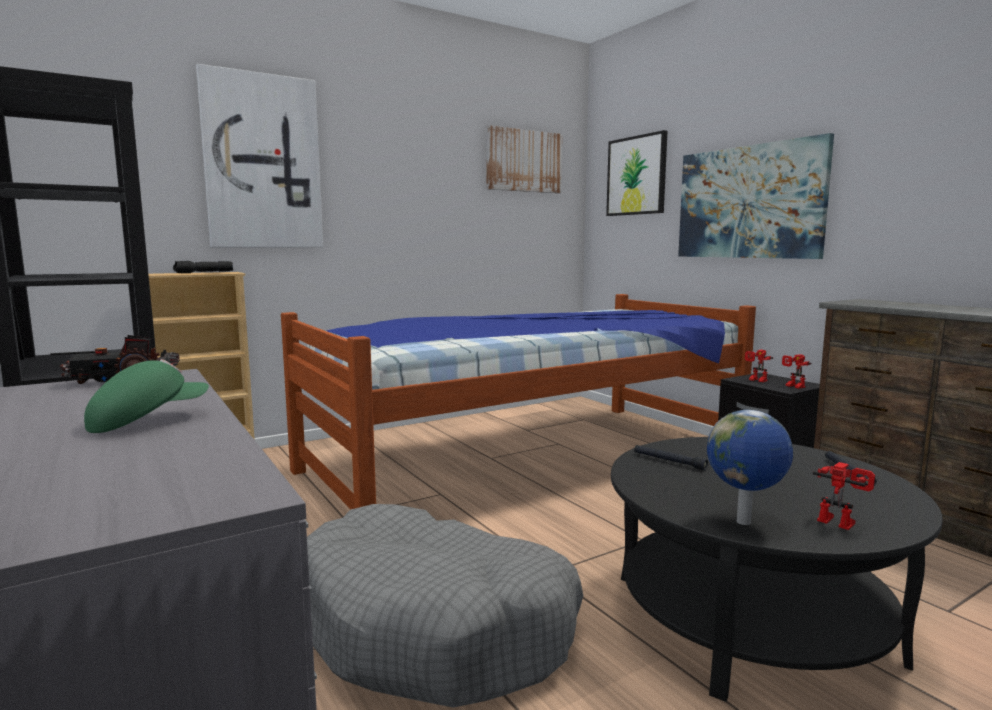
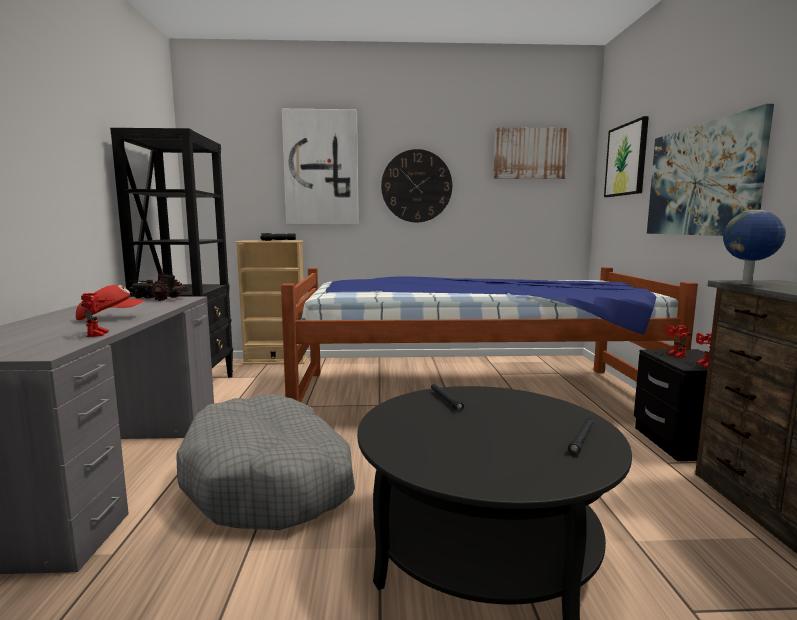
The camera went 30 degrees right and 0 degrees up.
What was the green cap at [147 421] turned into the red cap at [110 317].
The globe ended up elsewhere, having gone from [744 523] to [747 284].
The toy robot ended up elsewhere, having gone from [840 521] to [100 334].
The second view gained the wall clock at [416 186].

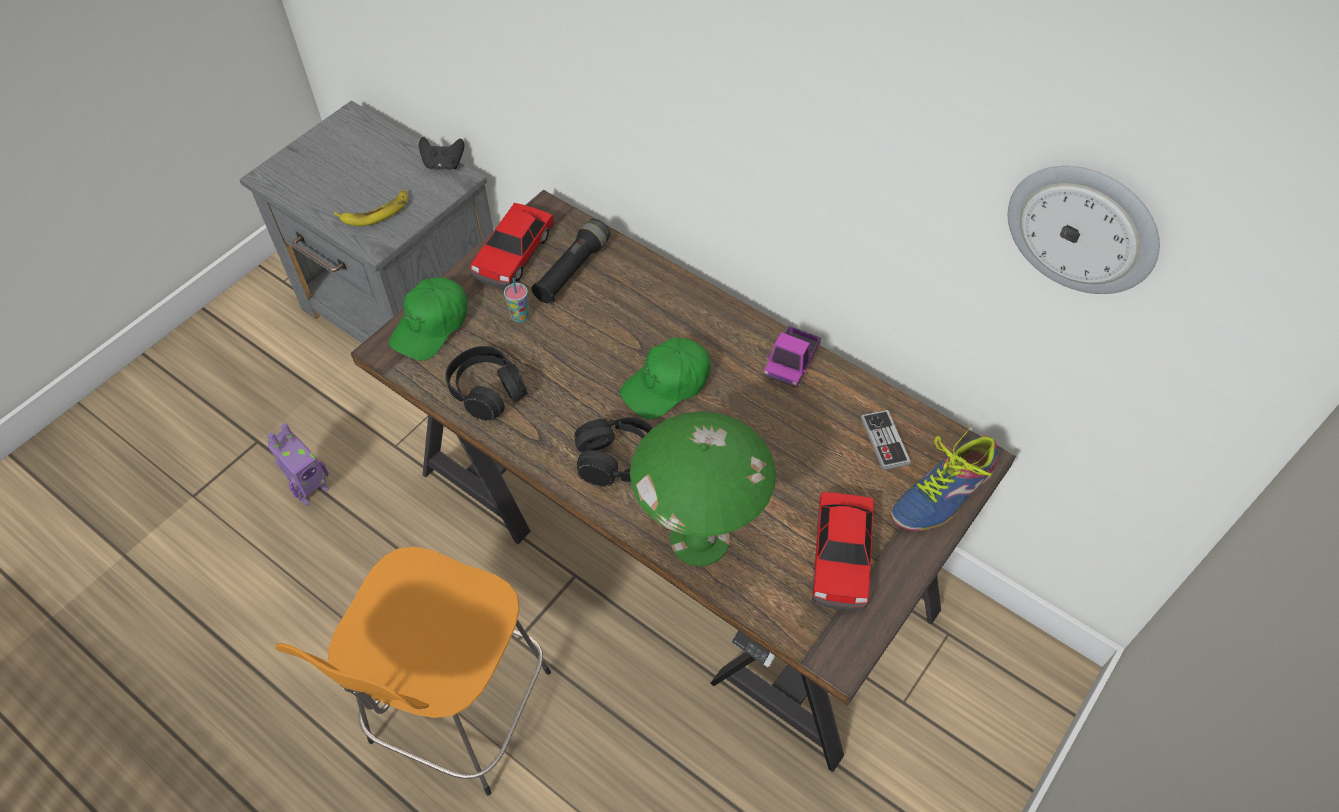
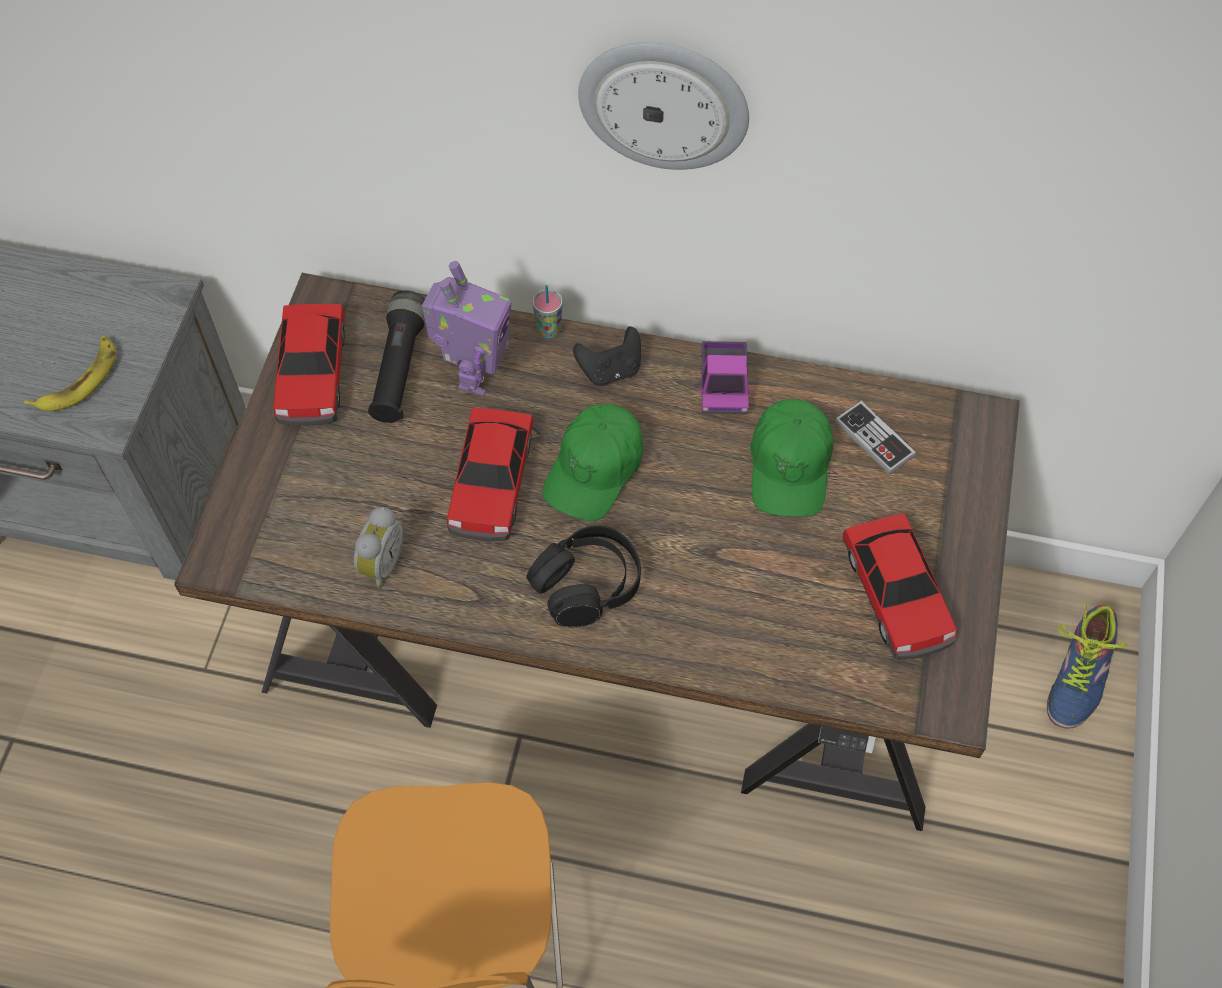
The camera went 25 degrees left and 5 degrees up.
The toy robot ended up elsewhere, having gone from [311 491] to [475 375].
The green cap ended up elsewhere, having gone from [431 326] to [790 466].
The black game controller ended up elsewhere, having gone from [443 164] to [610 370].
Where the black headphones stood at [487 391], the alarm clock came to stand at [380 563].
The cup ended up elsewhere, having gone from [520 316] to [549 330].
The second view lost the green table lamp at [700 538].
The shoe ended up elsewhere, having gone from [943 493] to [1079 674].
The wall clock ended up elsewhere, having gone from [1083 228] to [664 103].
The second view gained the toy car at [491 483].

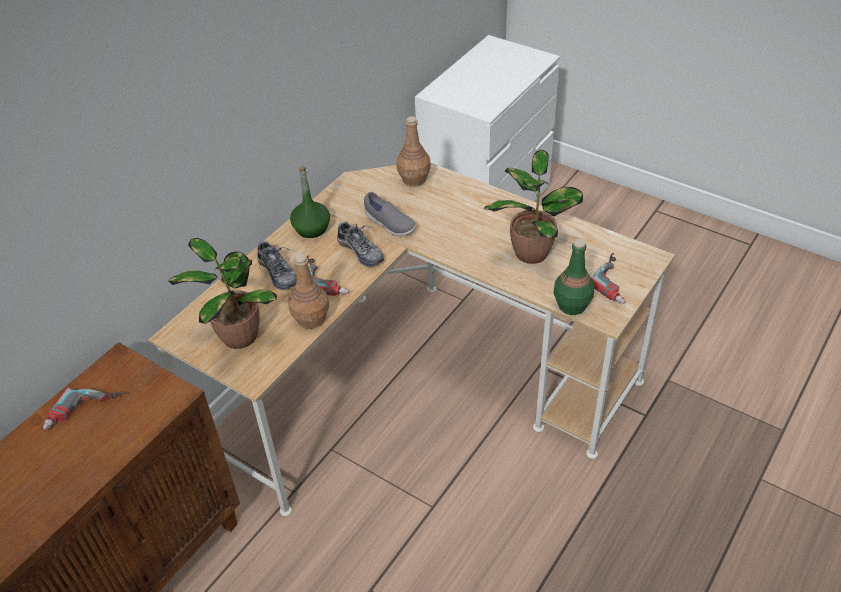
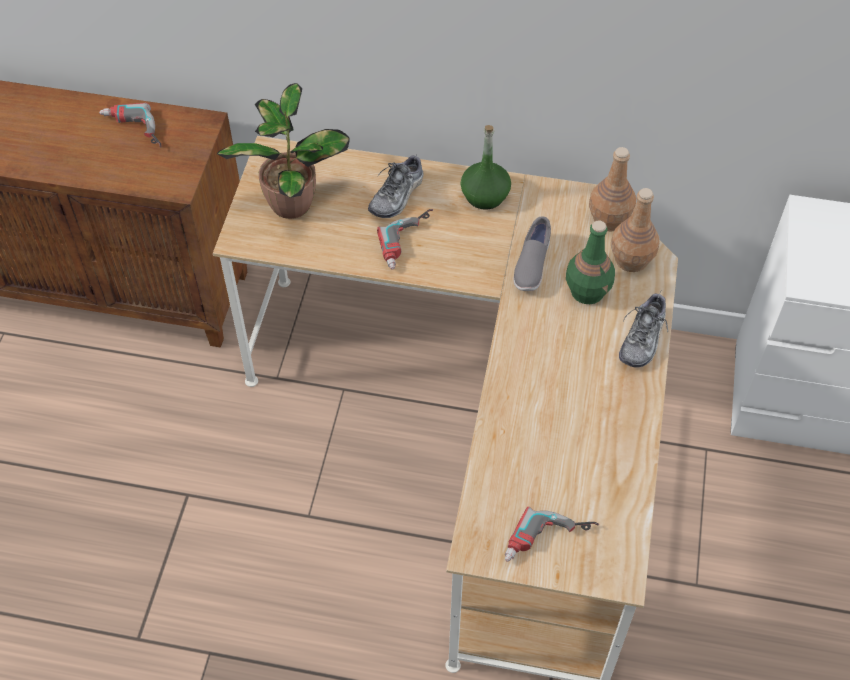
The camera went 65 degrees right and 10 degrees up.
The brown bottle ended up elsewhere, having gone from [311 319] to [609 220].
The shoe ended up elsewhere, having gone from [360 252] to [643 339].
The second view lost the potted plant at [531 251].
The green bottle ended up elsewhere, having gone from [571 305] to [587 291].

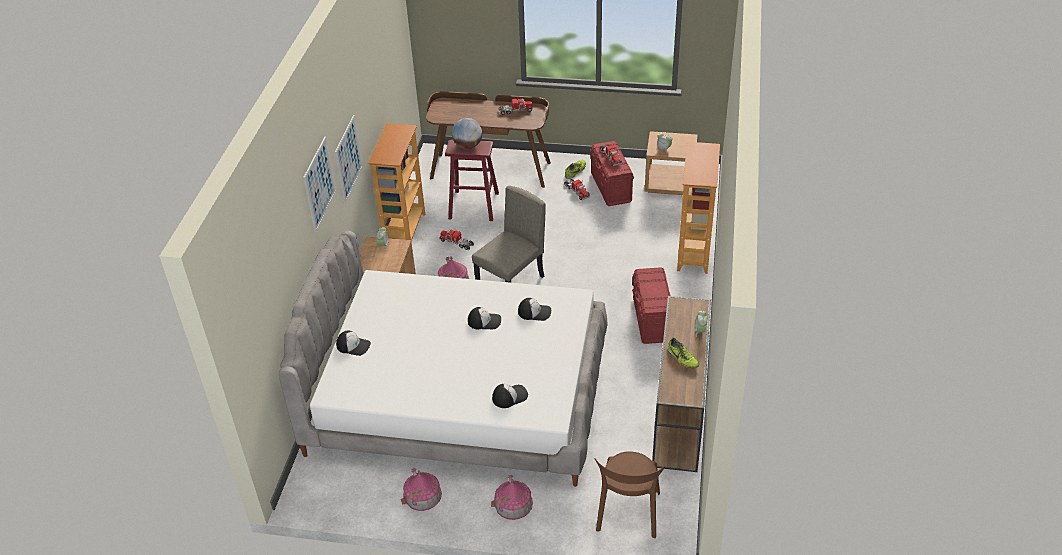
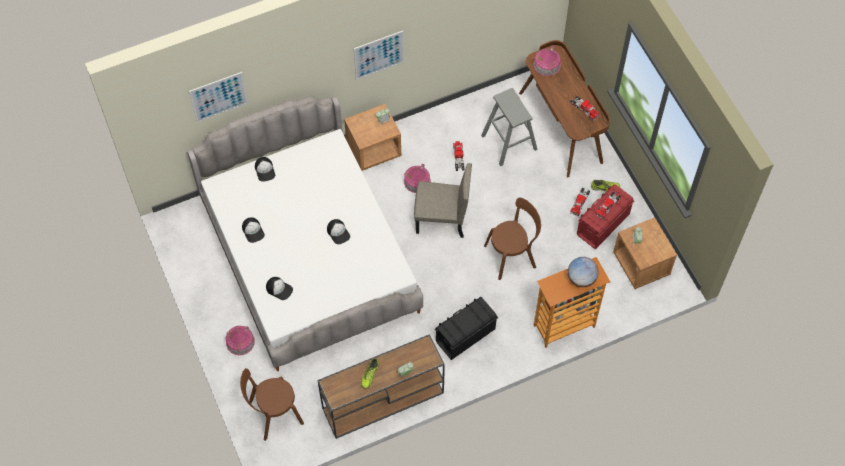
The camera went 55 degrees right and 20 degrees up.
The picture ended up elsewhere, having gone from [319 184] to [218 96].
The second view lost the bookcase at [404 231].
The toy house ended up elsewhere, having gone from [422 495] to [547 64].
What was the red stool at [473 205] turned into the grey stool at [509 142].
The globe ended up elsewhere, having gone from [468 146] to [581 278].
The cap ended up elsewhere, having gone from [534 312] to [253 231].
What was the red storage box at [651 320] turned into the black storage box at [465 335].
The second view gained the brown chair at [512 255].

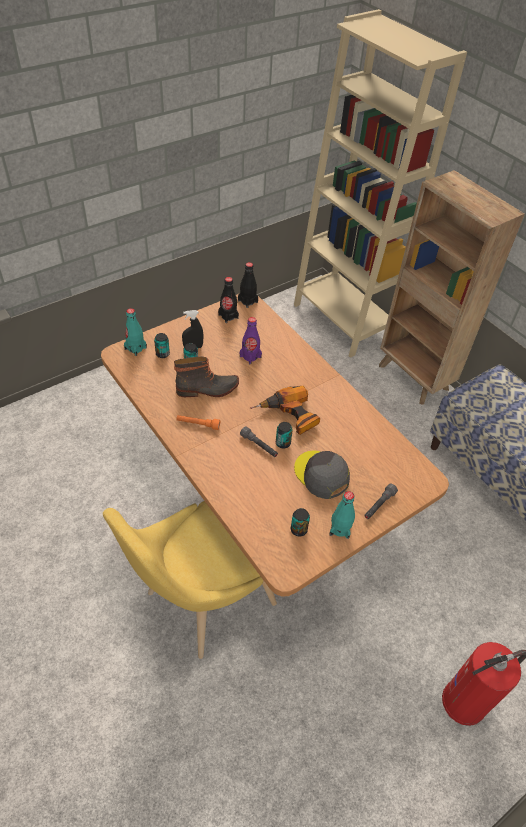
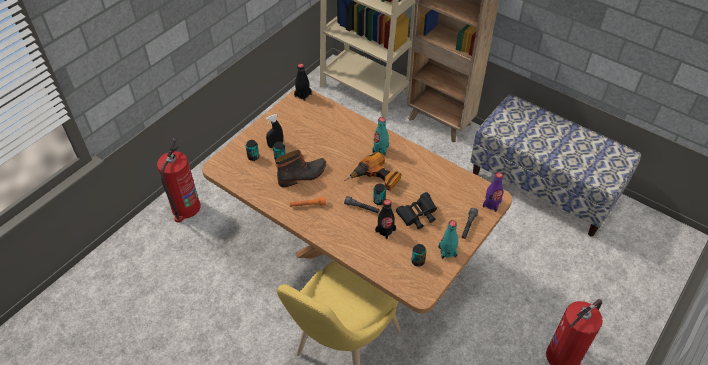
The camera went 15 degrees left and 0 degrees up.
The turquoise bottle ended up elsewhere, having gone from [135 348] to [380 149].
The black bottle ended up elsewhere, having gone from [228 316] to [385 230].
The purple bottle ended up elsewhere, having gone from [250 356] to [491 204].
Where the grey cap stood at [321 475], the black binoculars came to stand at [417 216].
The second view gained the fire extinguisher at [185 208].

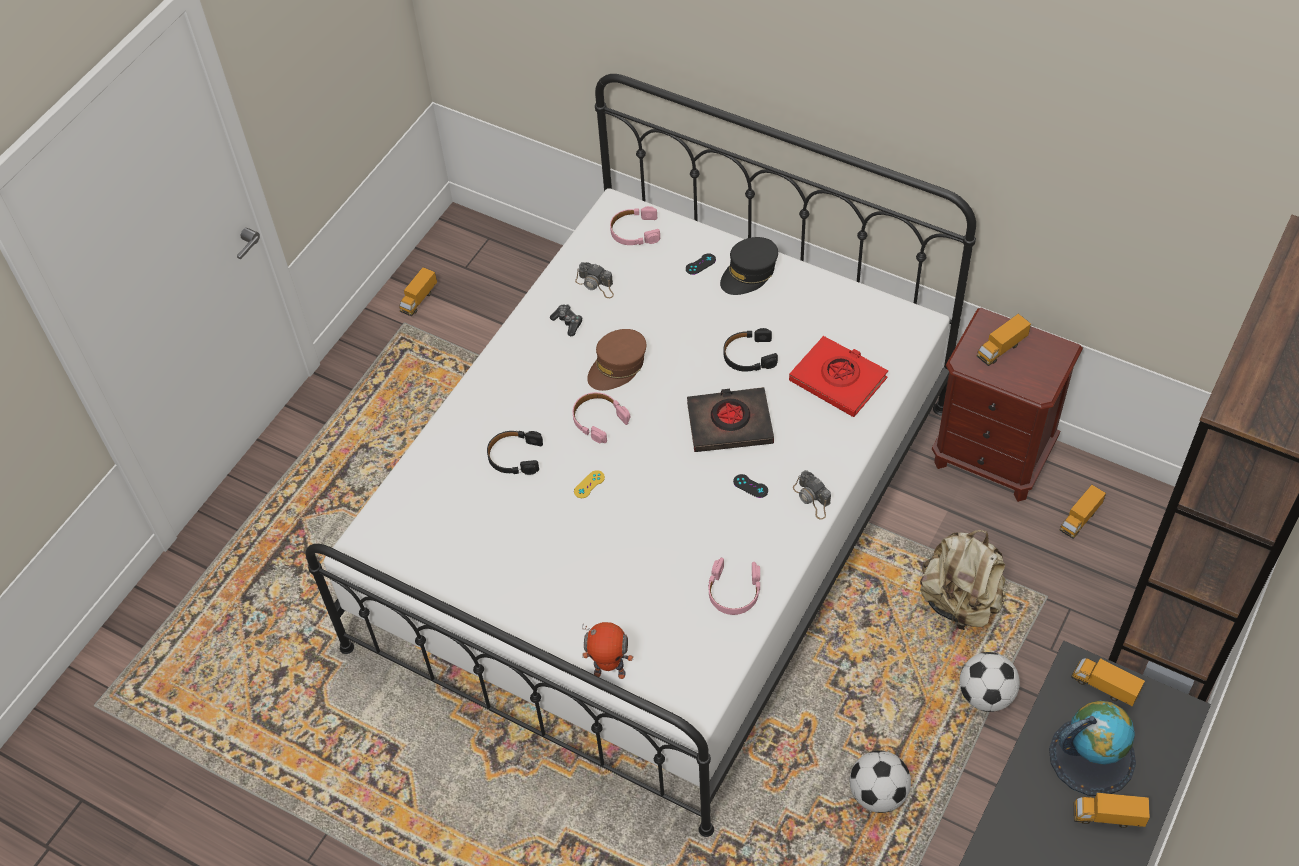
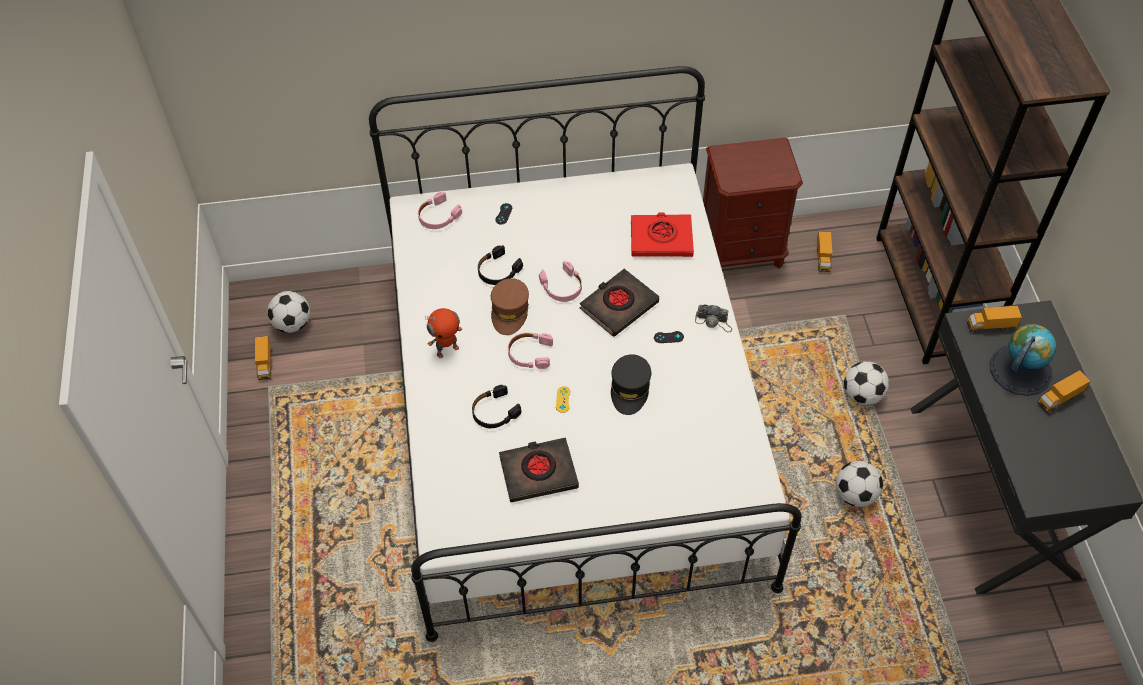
The camera went 40 degrees left and 0 degrees up.
The second view lost the game controller at [568 322].
The second view lost the photo camera at [596 285].
The toy robot ended up elsewhere, having gone from [610 671] to [447 350].
The pink headphones ended up elsewhere, having gone from [734 591] to [562 287].
The black cap ended up elsewhere, having gone from [749 273] to [630 389].
The black headphones ended up elsewhere, having gone from [749 356] to [498 271].
The second view lost the beige backpack at [960 601].
The second view lost the toy truck at [1001 349].
The second view gained the football at [292 324].
The second view gained the black book at [538 472].

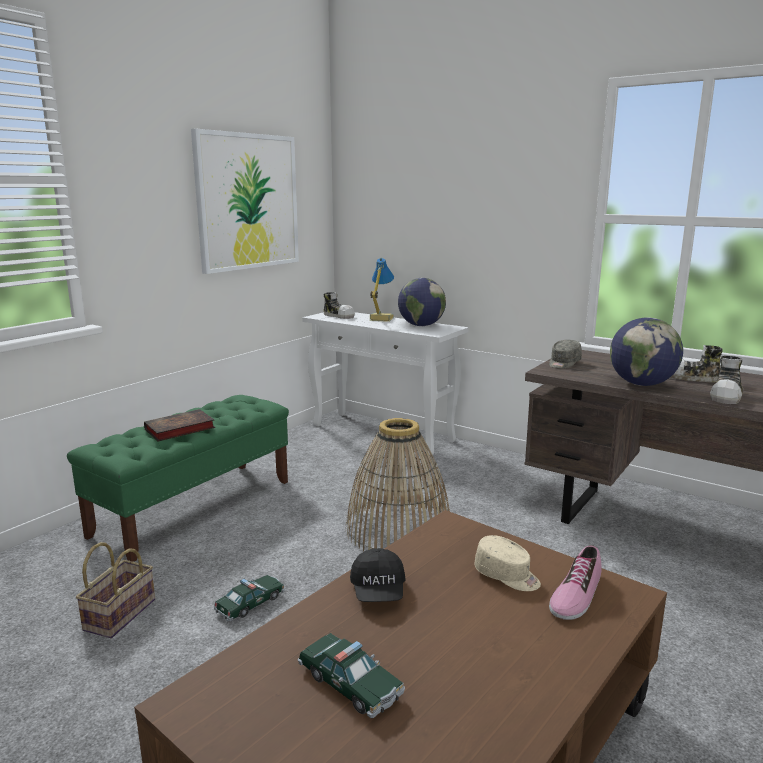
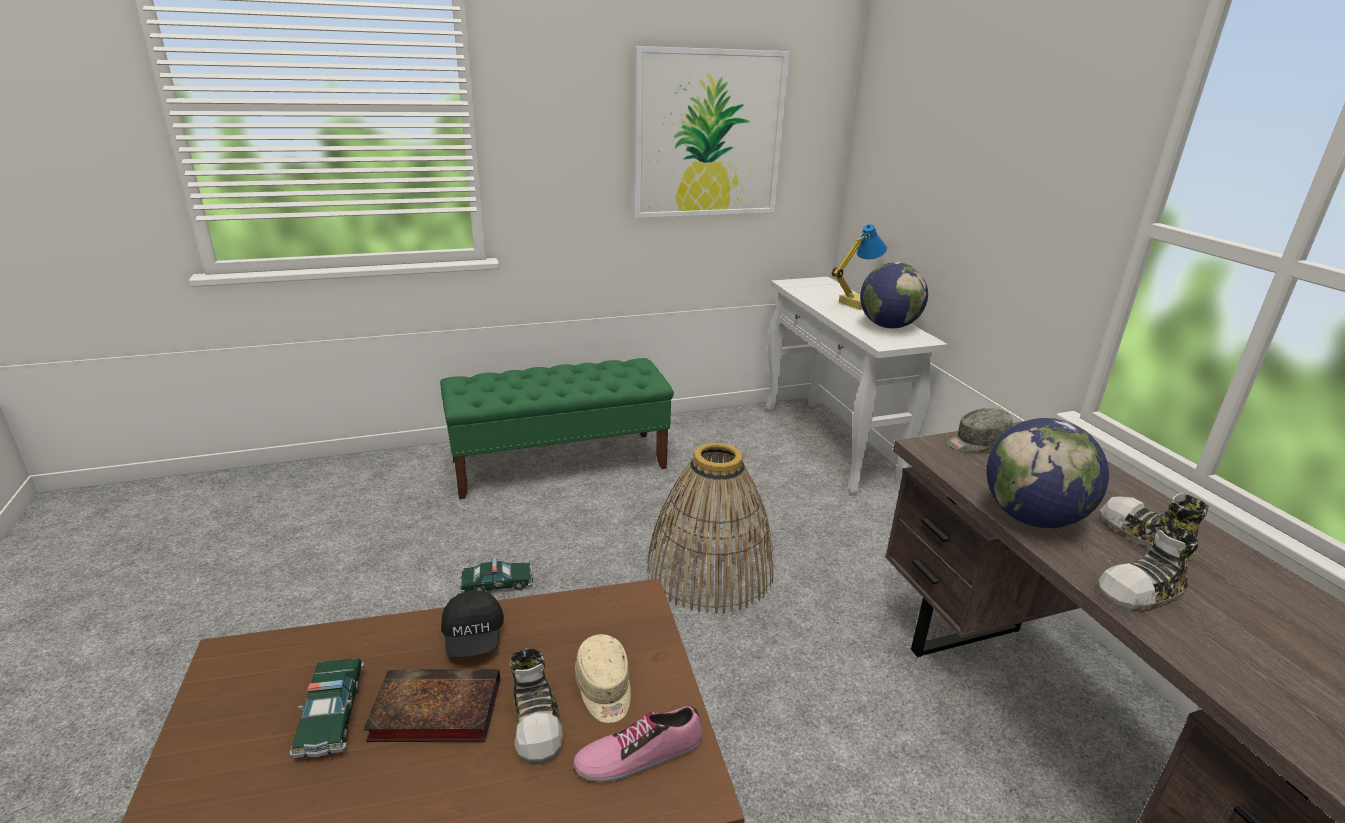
The camera went 35 degrees right and 10 degrees up.
The second view lost the basket at [120 613].
The book ended up elsewhere, having gone from [178 429] to [432 711].
The shoe ended up elsewhere, having gone from [339 316] to [537 723].
The black cap at [378 591] ended up facing another way, 45 degrees counterclockwise from before.

